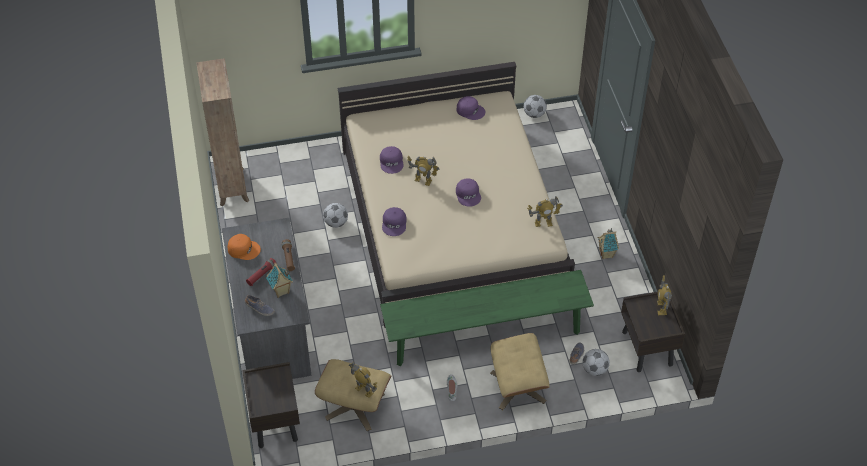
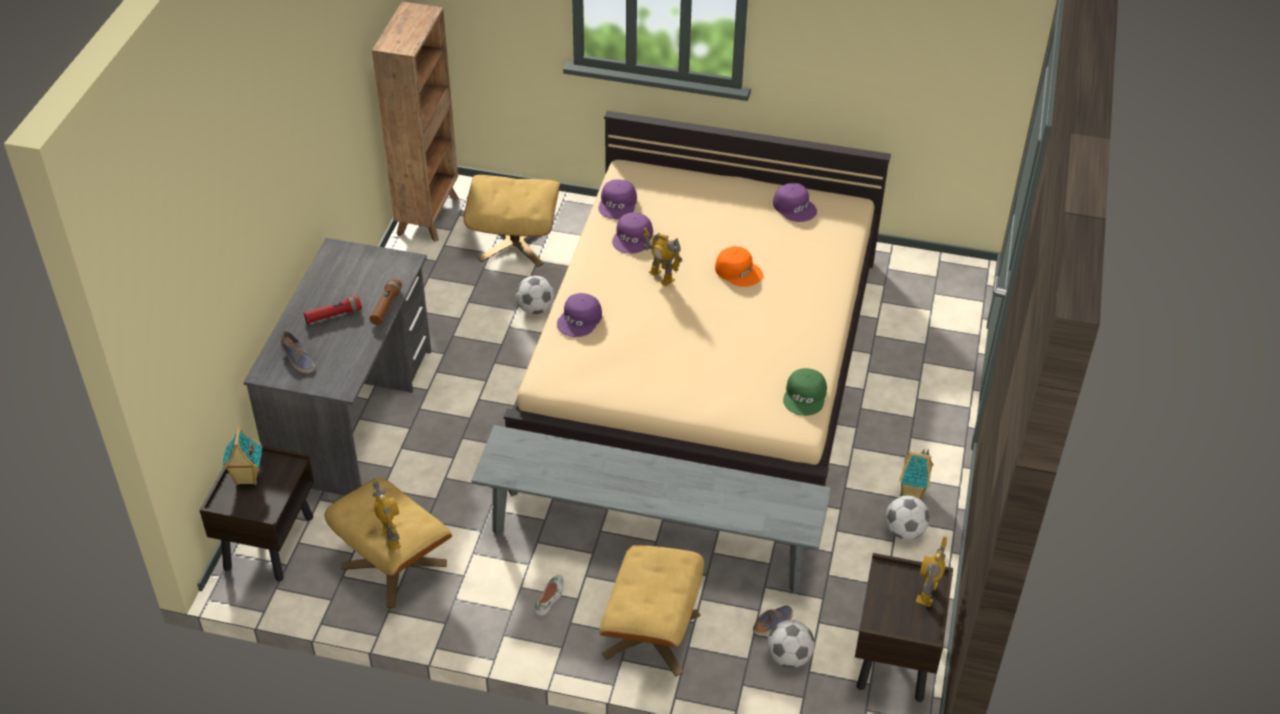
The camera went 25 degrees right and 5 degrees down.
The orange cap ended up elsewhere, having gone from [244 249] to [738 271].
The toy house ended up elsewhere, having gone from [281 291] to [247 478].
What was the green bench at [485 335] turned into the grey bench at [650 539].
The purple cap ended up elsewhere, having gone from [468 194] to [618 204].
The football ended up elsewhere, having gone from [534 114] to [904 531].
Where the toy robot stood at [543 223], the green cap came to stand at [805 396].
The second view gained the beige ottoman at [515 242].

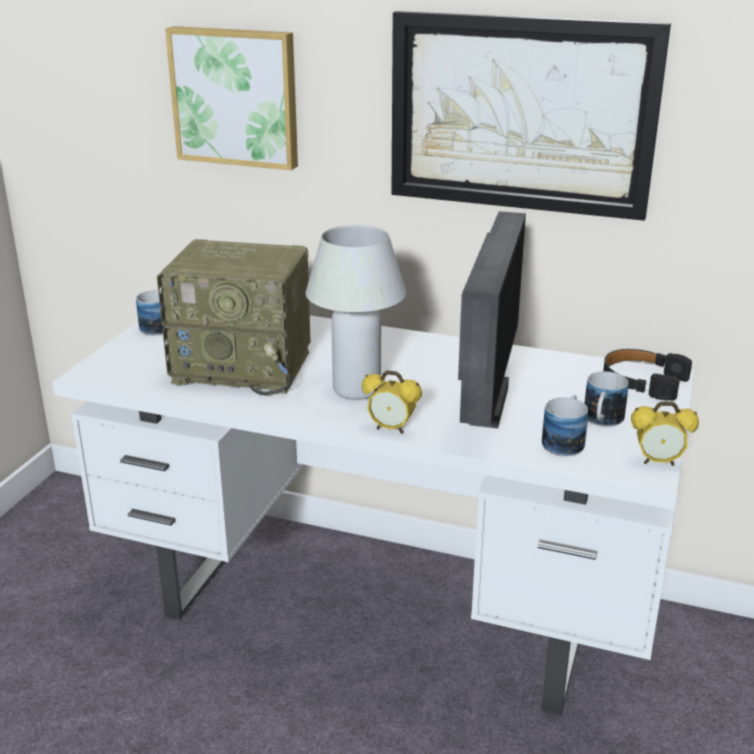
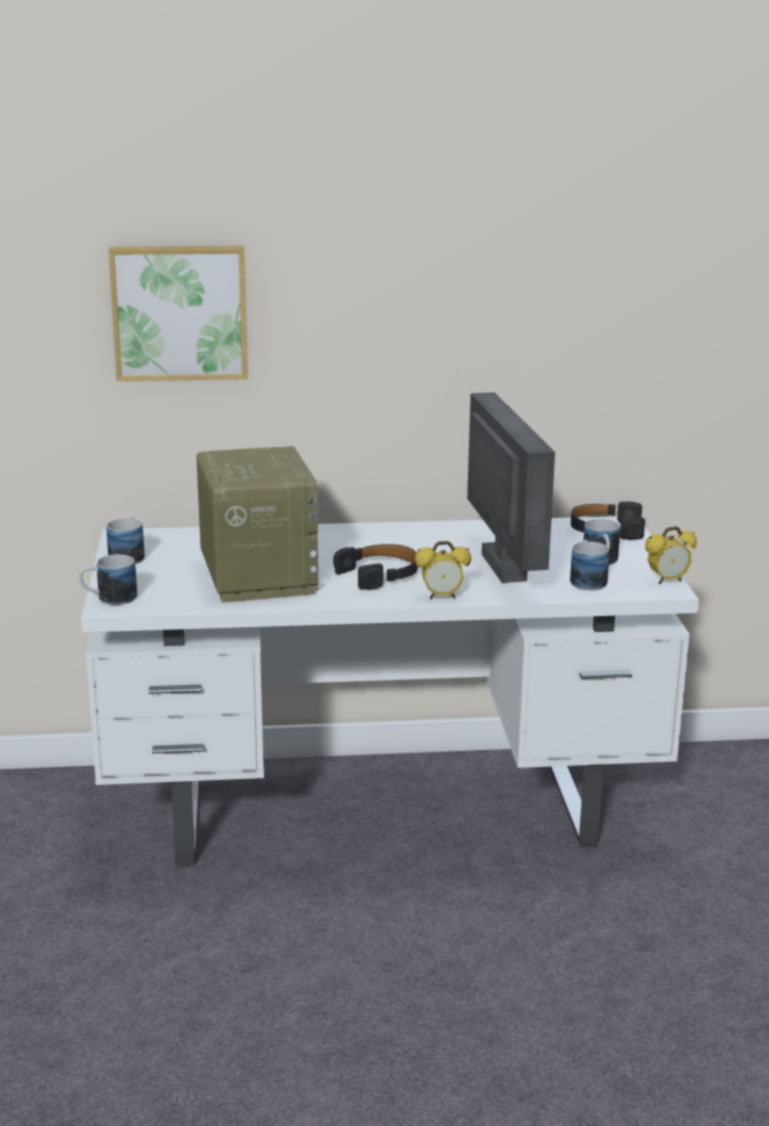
The camera went 25 degrees left and 5 degrees down.
The radio at [245 367] ended up facing another way, 90 degrees counterclockwise from before.
Where the white table lamp stood at [357 389], the black headphones came to stand at [379 574].
The second view lost the picture at [521 114].
The second view gained the mug at [109 599].

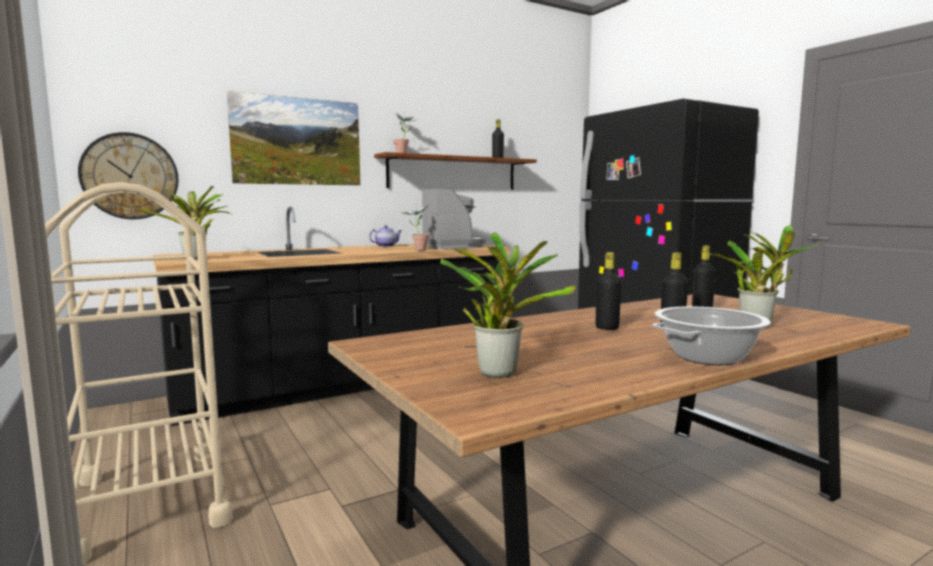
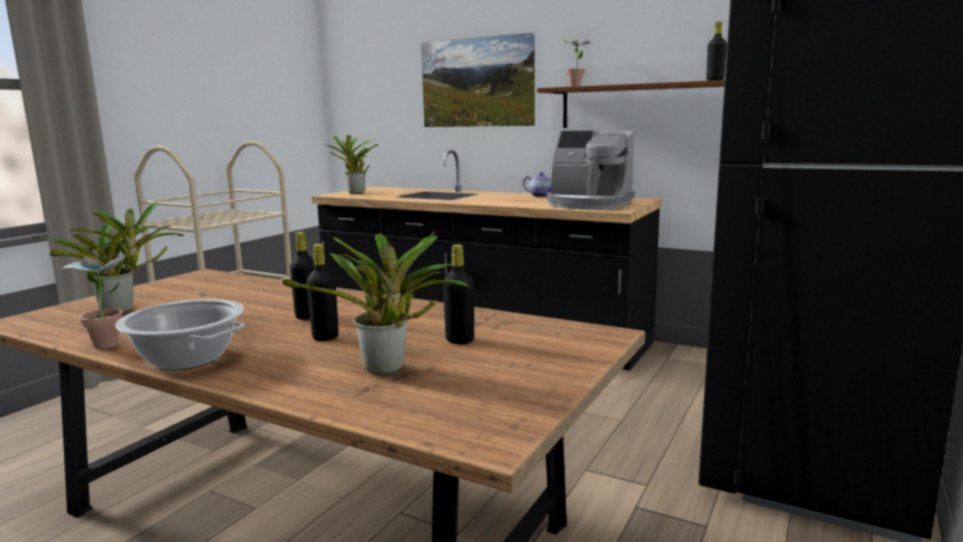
The camera went 60 degrees right and 5 degrees up.
The second view lost the wall clock at [130 176].
The potted plant ended up elsewhere, having gone from [417 250] to [109 343].
The coffee machine at [453 246] ended up facing another way, 75 degrees clockwise from before.

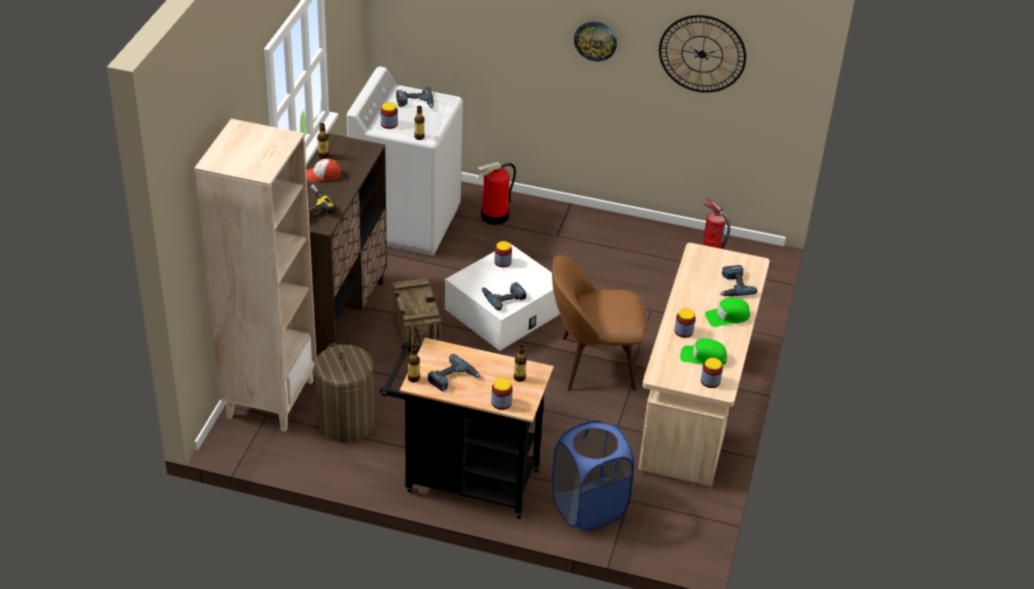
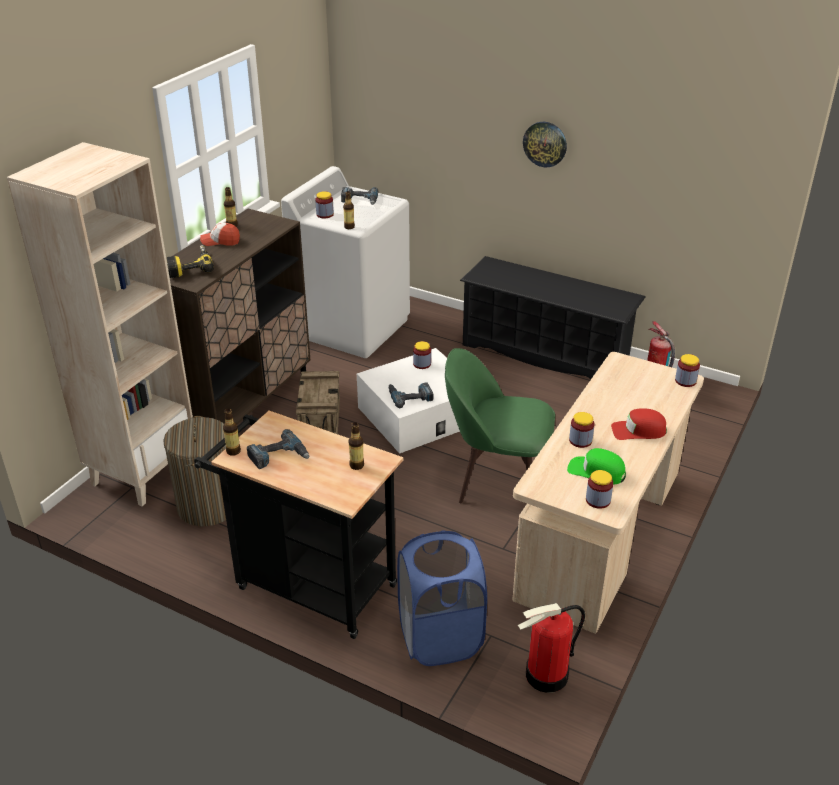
The camera went 15 degrees right and 5 degrees down.
The fire extinguisher ended up elsewhere, having gone from [495 216] to [546 676].
The jar ended up elsewhere, having gone from [501 402] to [685 381].
What was the brown chair at [594 363] turned into the green chair at [496 478].
The second view lost the wall clock at [702 54].
What was the green cap at [727 316] turned into the red cap at [638 431].
The second view lost the power drill at [733 286].
The second view gained the black shoe rack at [545 353].

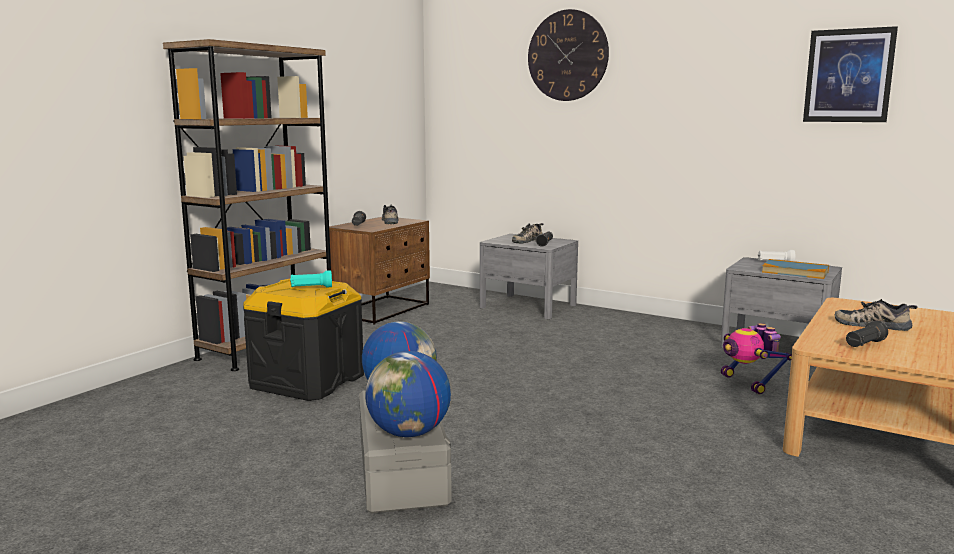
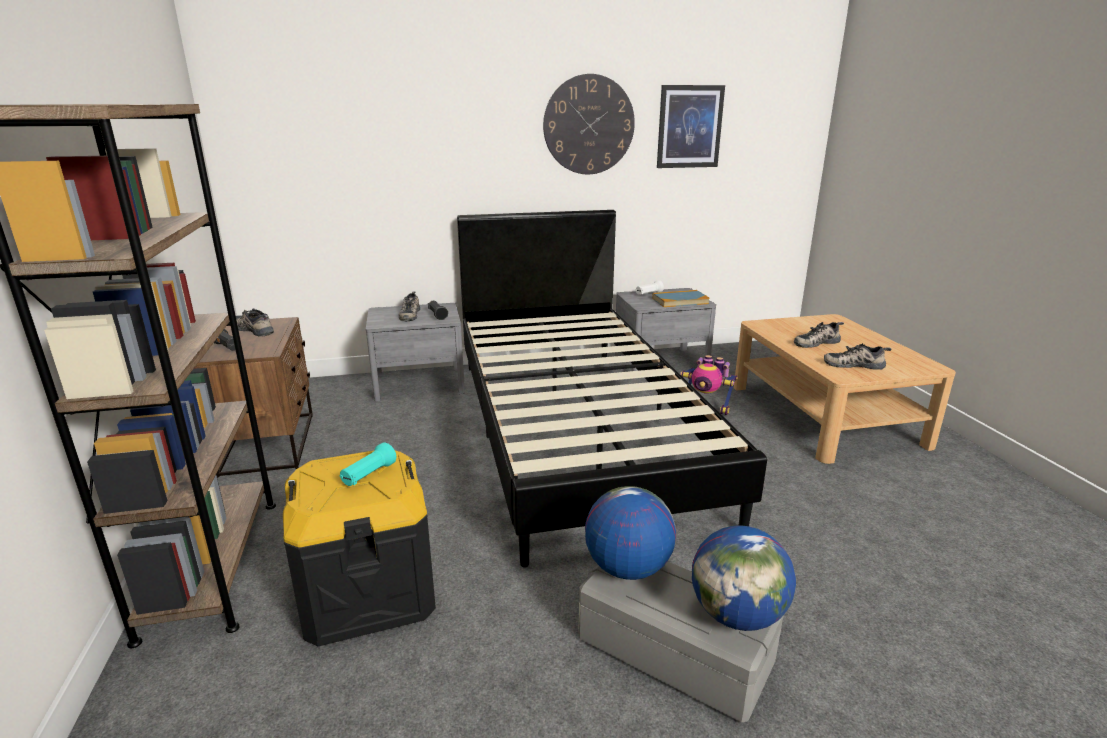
The camera went 45 degrees left and 10 degrees up.
The wall clock ended up elsewhere, having gone from [567 55] to [589 125].
Where the black flashlight stood at [864 345], the shoe came to stand at [854 364].
The second view gained the black bed at [575 430].

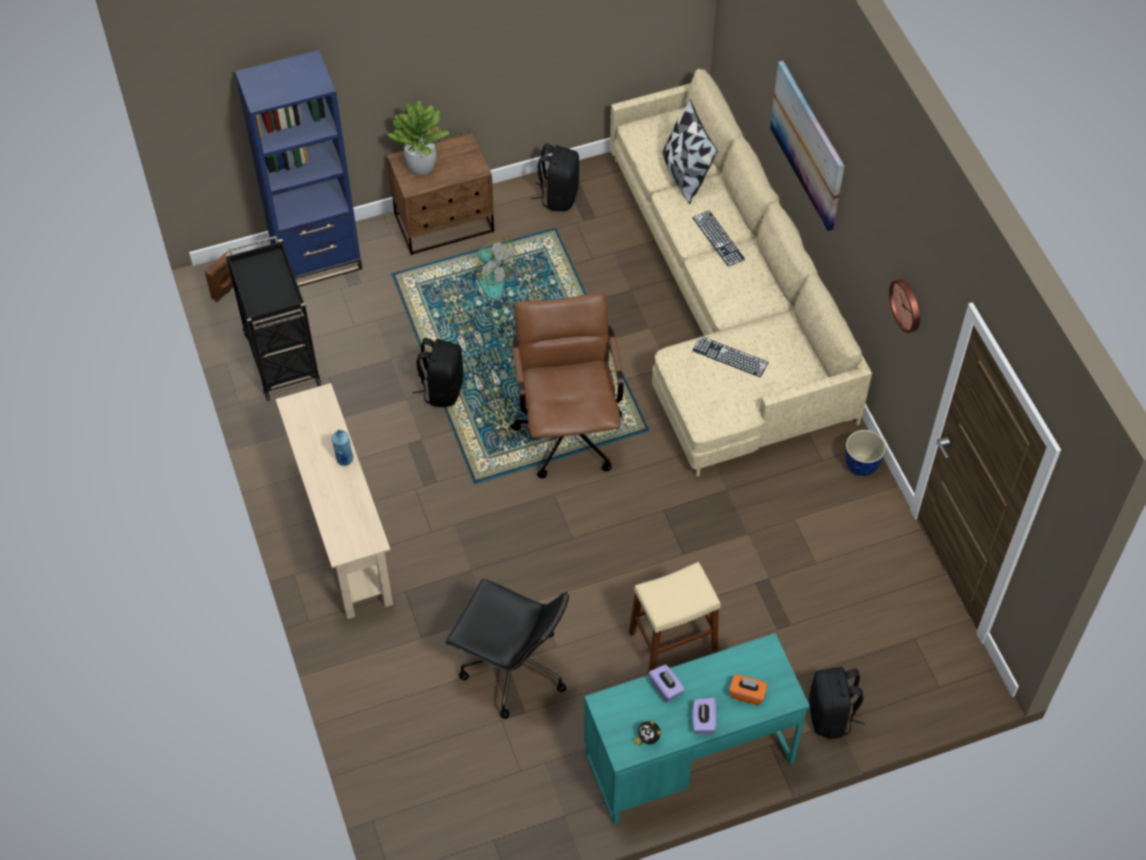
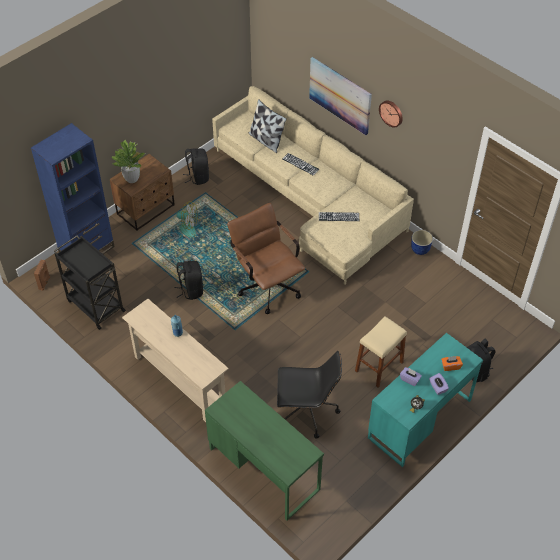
The camera went 25 degrees left and 5 degrees down.
The wall clock ended up elsewhere, having gone from [907 305] to [391 113].
The second view gained the green desk at [264 468].

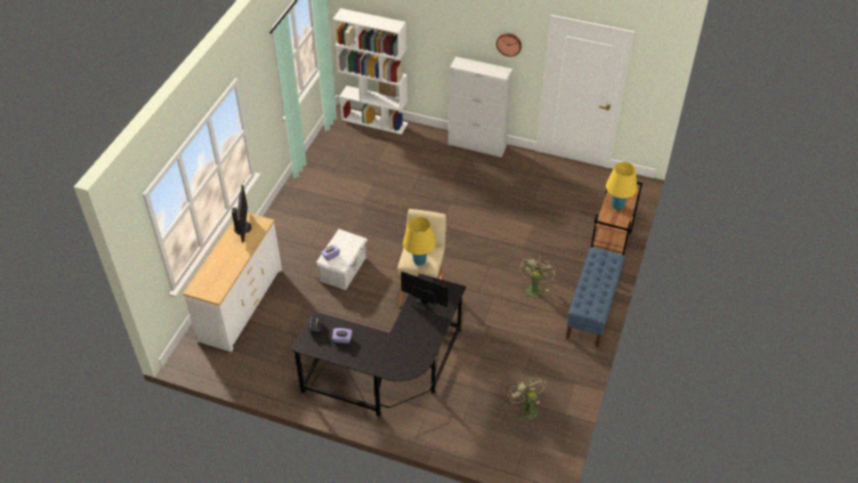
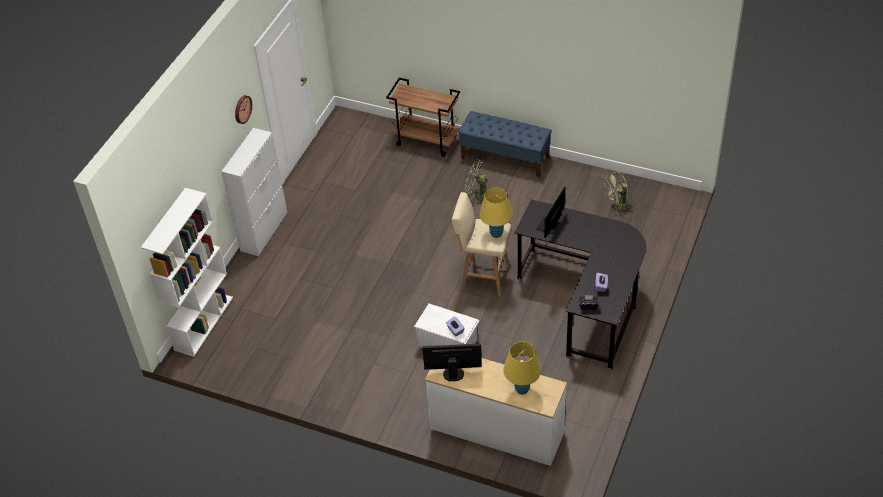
The camera went 85 degrees left and 0 degrees up.
The yellow table lamp ended up elsewhere, having gone from [617 206] to [522 389].

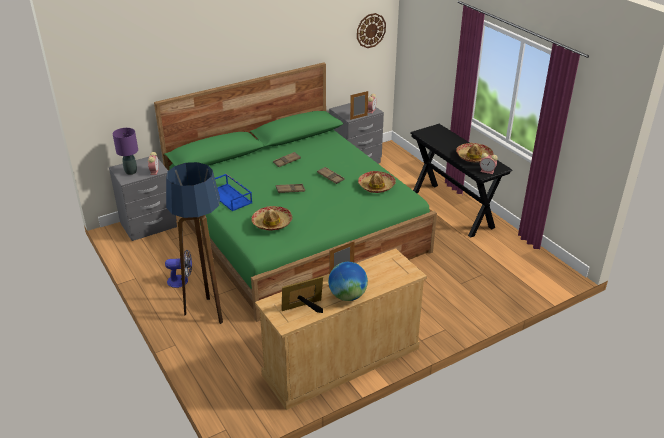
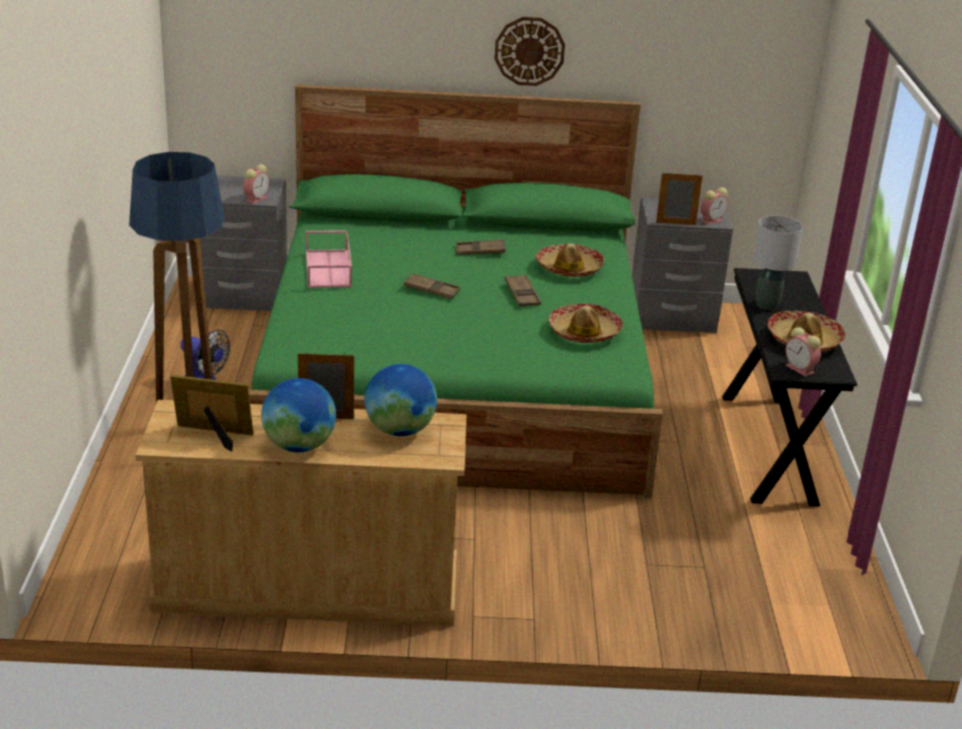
The camera went 30 degrees right and 5 degrees down.
The second view lost the purple table lamp at [131 172].
What was the blue tray at [230 197] turned into the pink tray at [329 269].
The hat ended up elsewhere, having gone from [272 223] to [569 268].
The wall clock ended up elsewhere, having gone from [371 30] to [529 51].
The second view gained the globe at [400 430].
The second view gained the grey table lamp at [766 305].

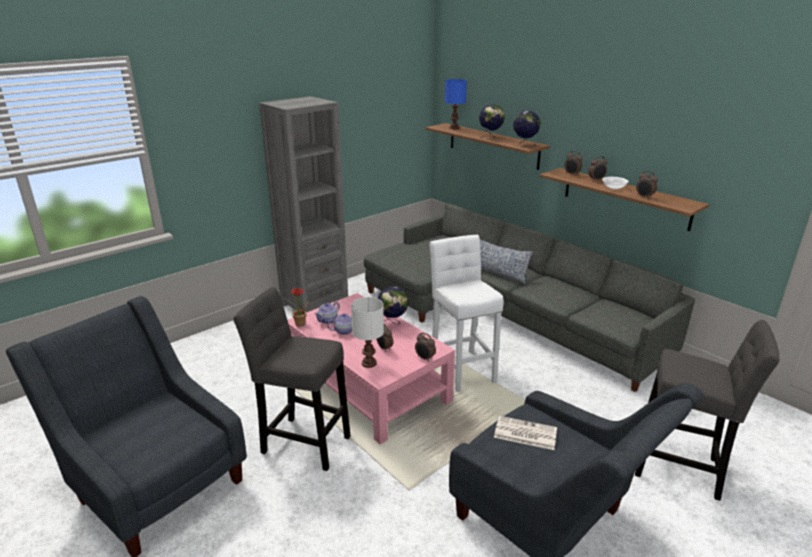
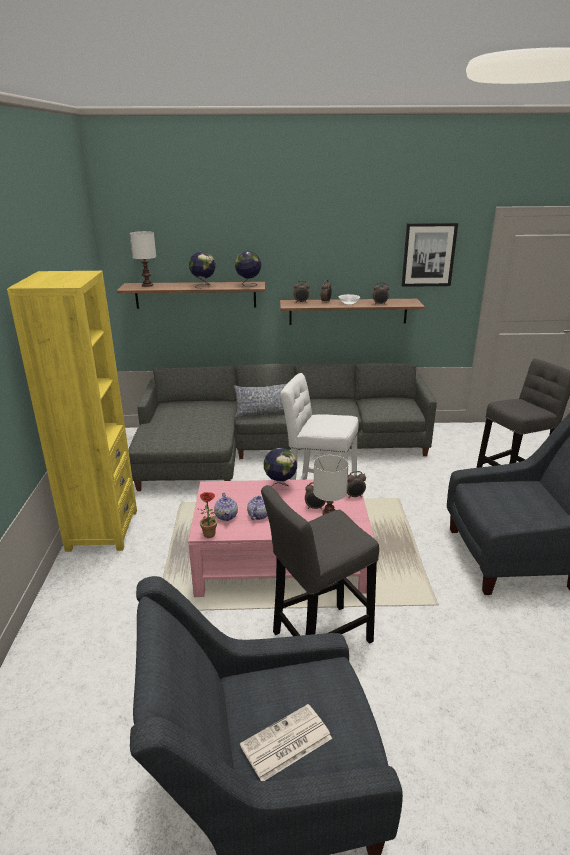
The camera went 50 degrees left and 0 degrees up.
What was the grey bookcase at [314 304] turned into the yellow bookcase at [102 530].
What was the blue table lamp at [453 128] turned into the white table lamp at [147 285].
The newspaper ended up elsewhere, having gone from [524 433] to [285 743].
The second view gained the picture at [428 255].

